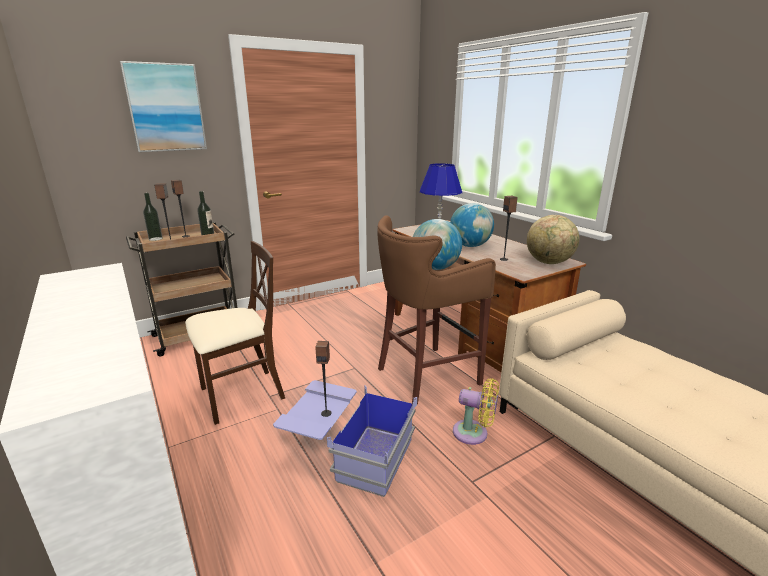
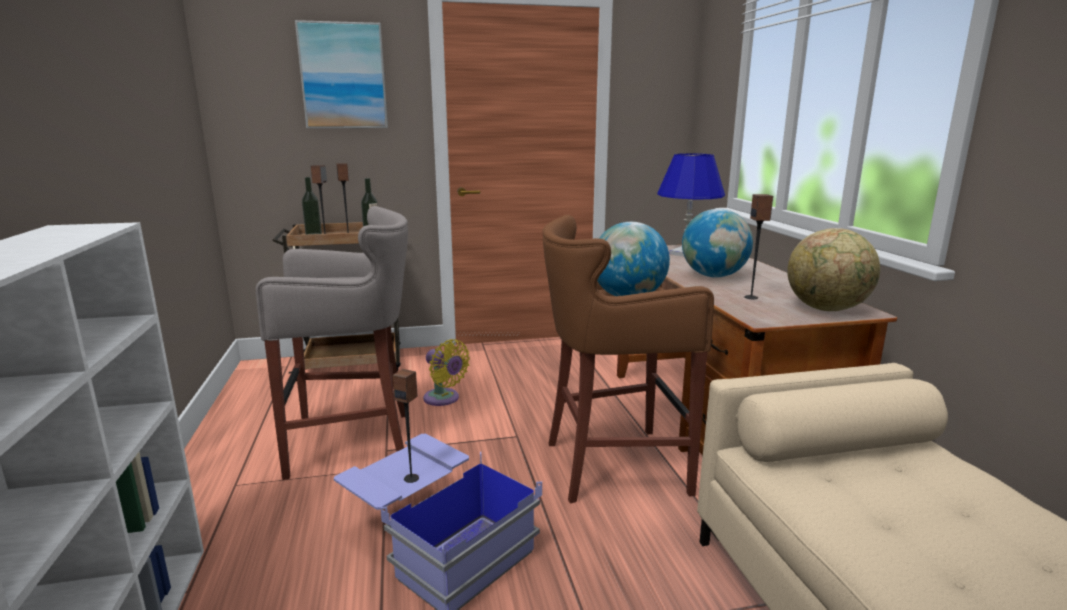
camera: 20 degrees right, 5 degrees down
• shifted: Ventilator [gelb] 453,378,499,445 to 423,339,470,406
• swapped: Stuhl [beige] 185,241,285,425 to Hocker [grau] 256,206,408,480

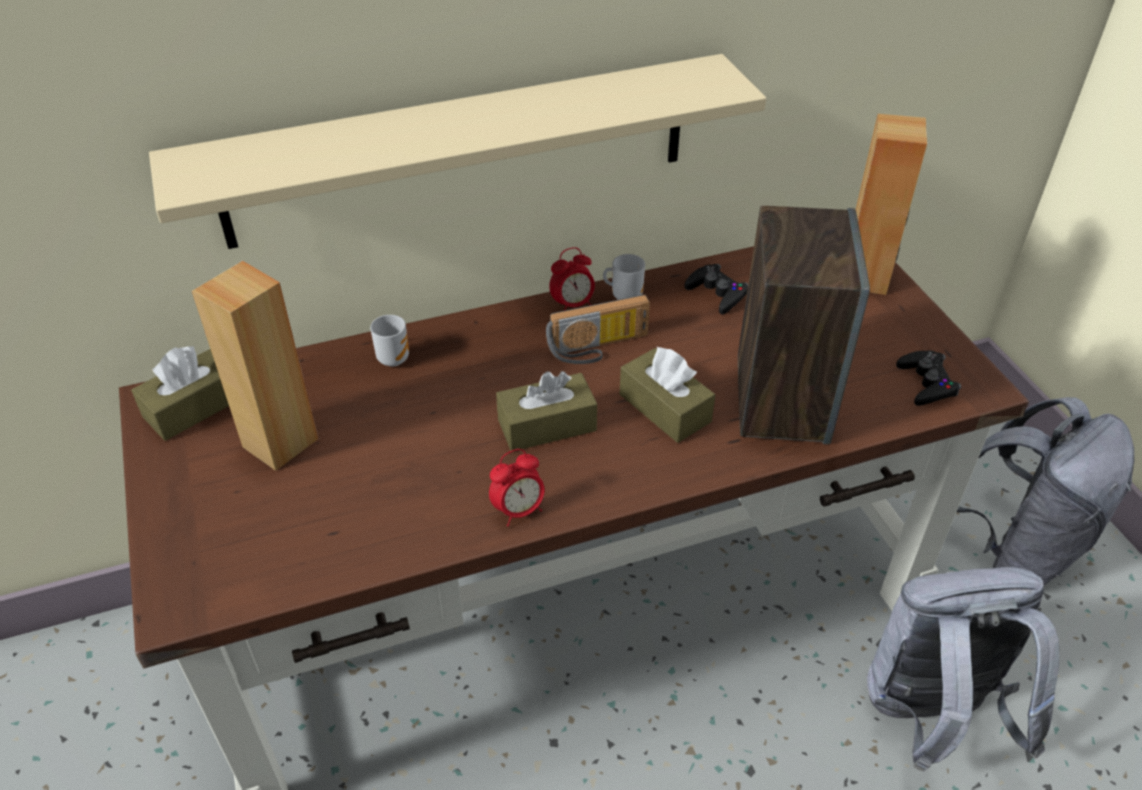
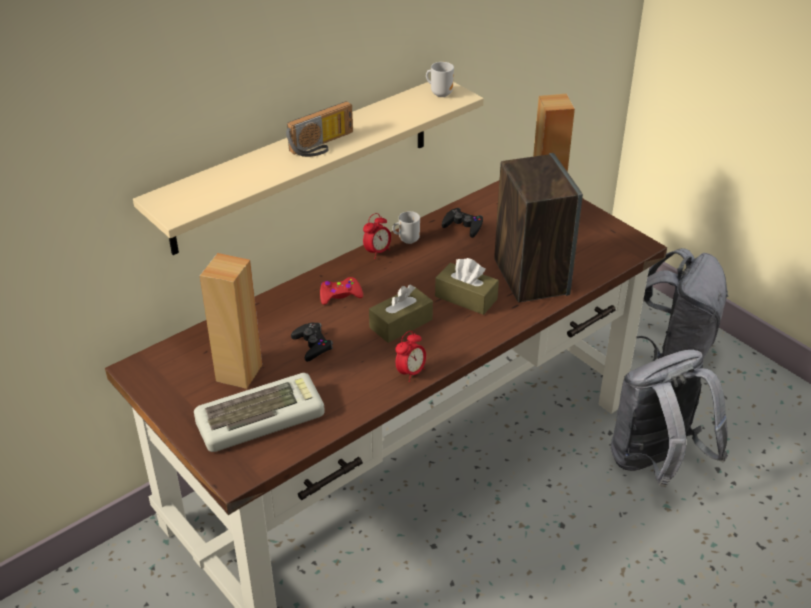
camera: 20 degrees left, 5 degrees down
• gone: Taschentuchbox [braun] 131,346,229,441
• new: Tastatur 194,373,325,452
• new: Gamepad [rot] 320,277,363,305
• shifted: Henkelbecher 370,315,409,367 to 426,62,454,97
• shifted: Radio 546,295,650,364 to 286,101,353,157
• shifted: Gamepad [schwarz] 896,350,961,406 to 291,323,333,362

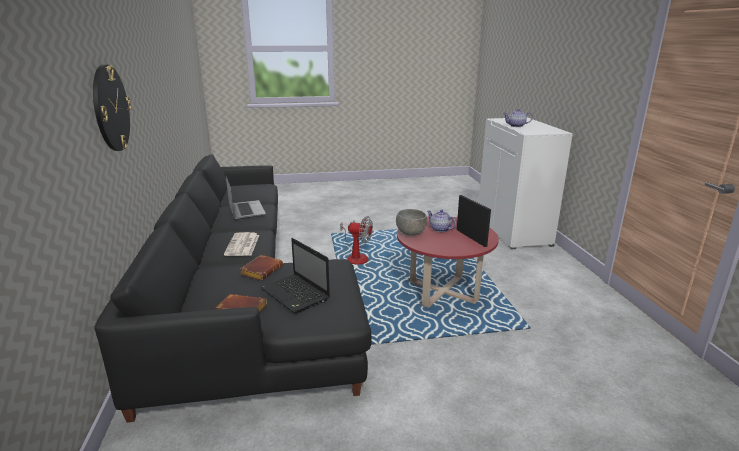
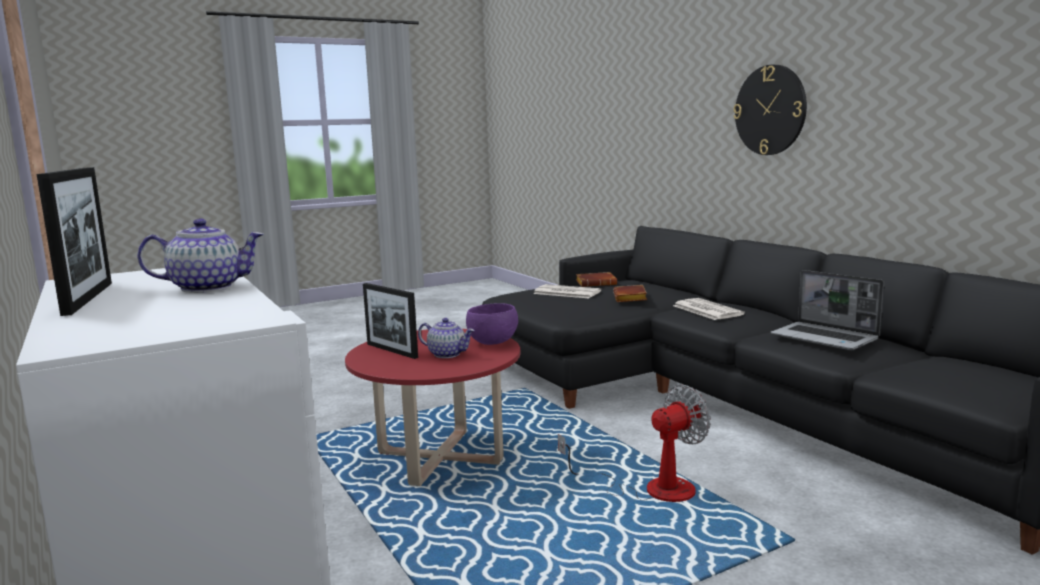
camera: 160 degrees right, 10 degrees down
• new: Bilderrahmen 37,167,112,316
• swapped: Laptop 260,238,330,314 to Zeitung 533,284,601,298
• repainted: Schüssel [grau] 396,209,427,236 to Schüssel [lila] 466,303,518,345
• rotated: Ventilator 340,216,373,264 = 558,385,711,502 150 degrees clockwise

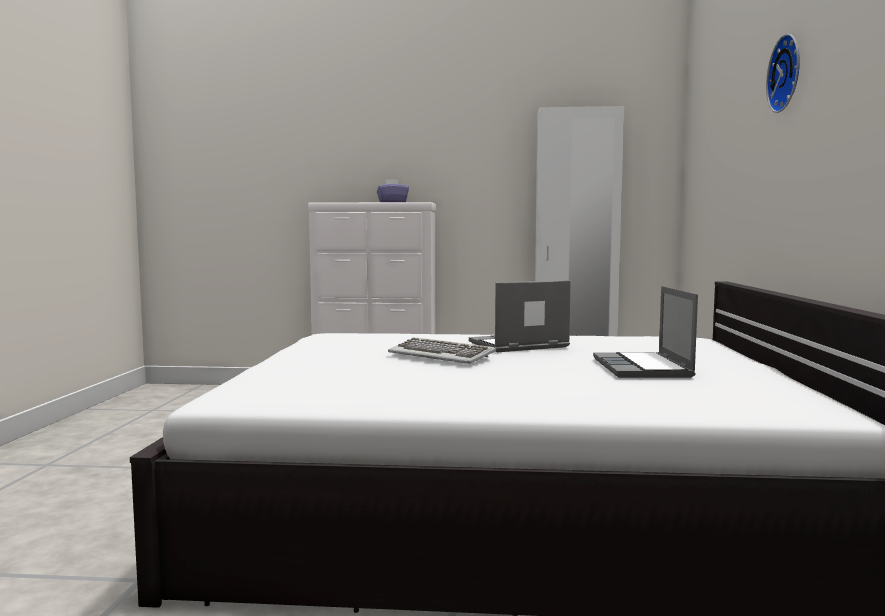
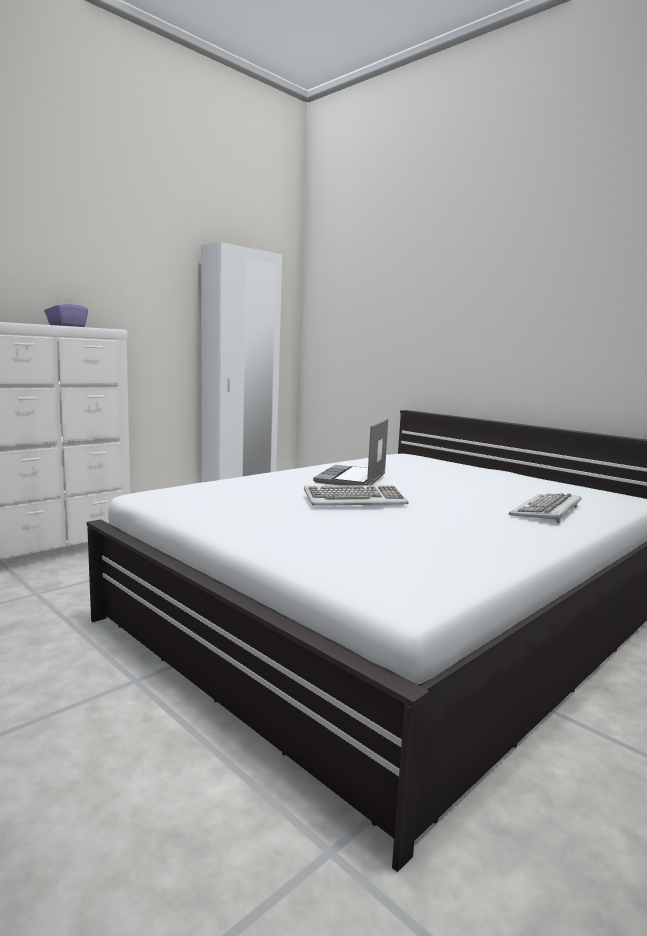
camera: 50 degrees left, 5 degrees up
• gone: Laptop 593,286,698,378
• gone: Wanduhr 766,34,800,113
• new: Tastatur 509,493,582,524

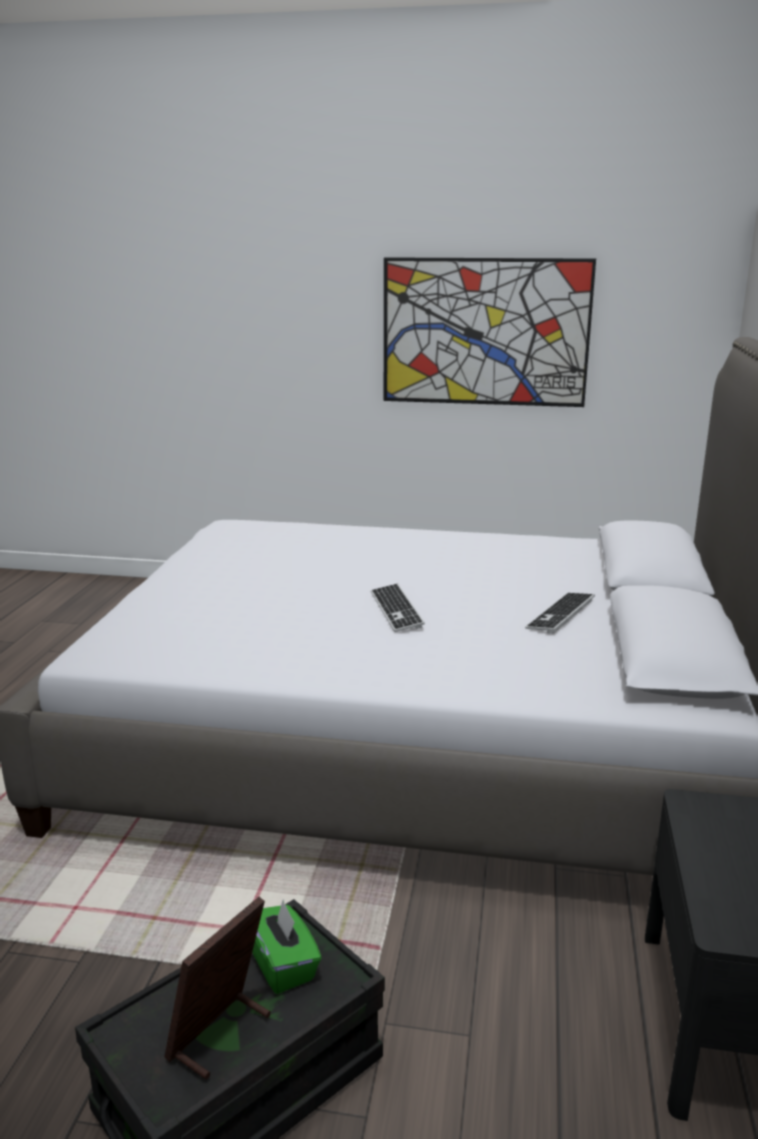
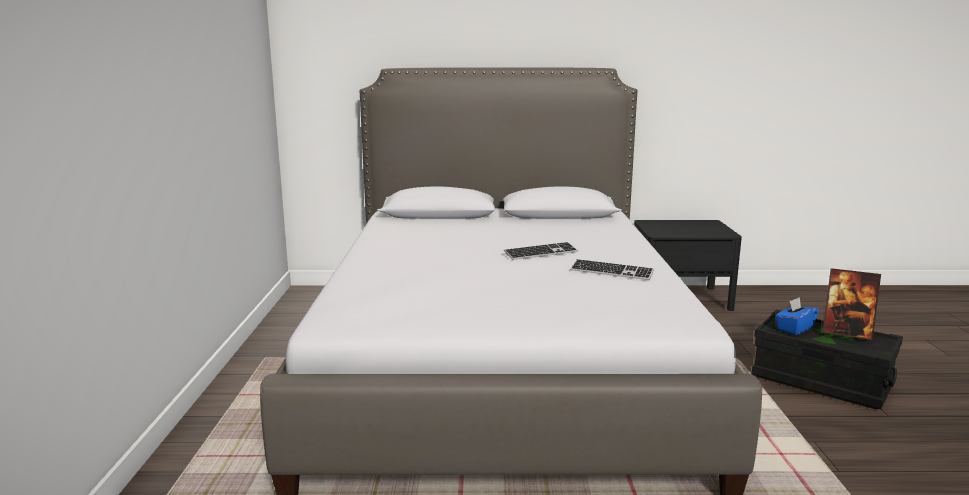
camera: 100 degrees left, 5 degrees down
• gone: Bild 384,257,596,407
• shifted: Tastatur 525,593,595,634 to 570,259,654,280
• repainted: Taschentuchbox [grün] 252,900,322,994 to Taschentuchbox [blau] 775,297,819,335

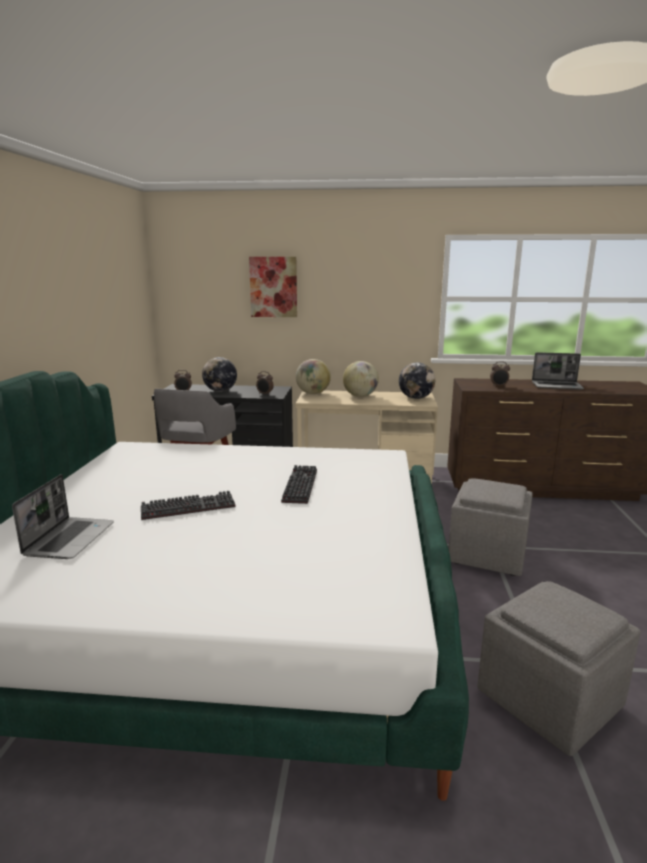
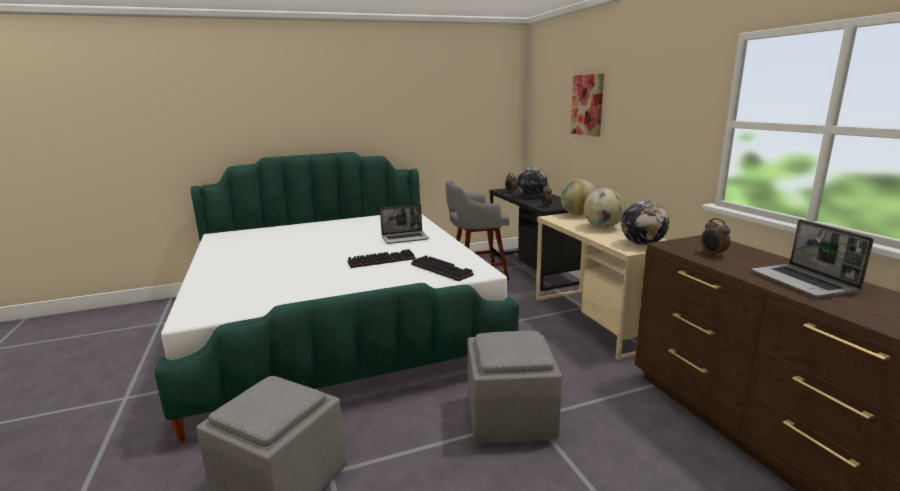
camera: 65 degrees right, 0 degrees up
• shifted: Laptop 12,474,114,559 to 380,204,429,244
• shifted: Tastatur 141,491,236,520 to 411,255,474,281

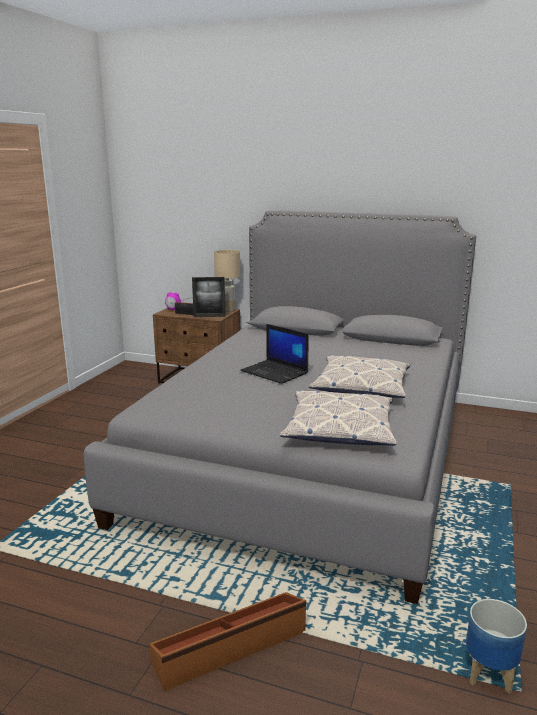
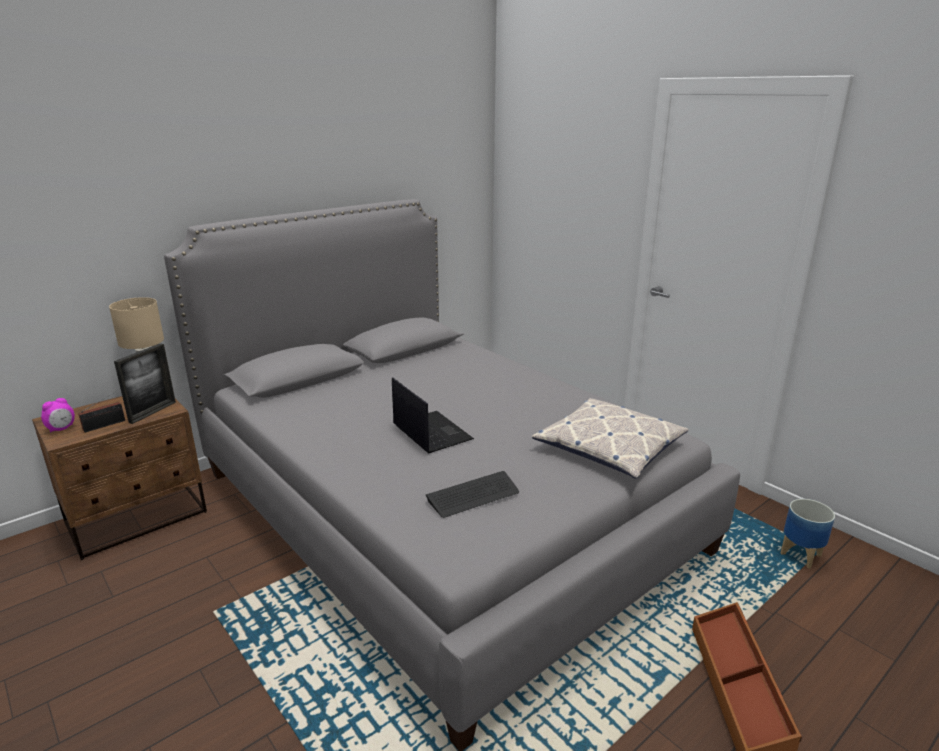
camera: 60 degrees left, 5 degrees up
• gone: Kissen 308,355,410,398
• new: Tastatur 426,471,519,518
• rotated: Laptop 240,324,309,384 = 392,377,474,454 105 degrees counterclockwise

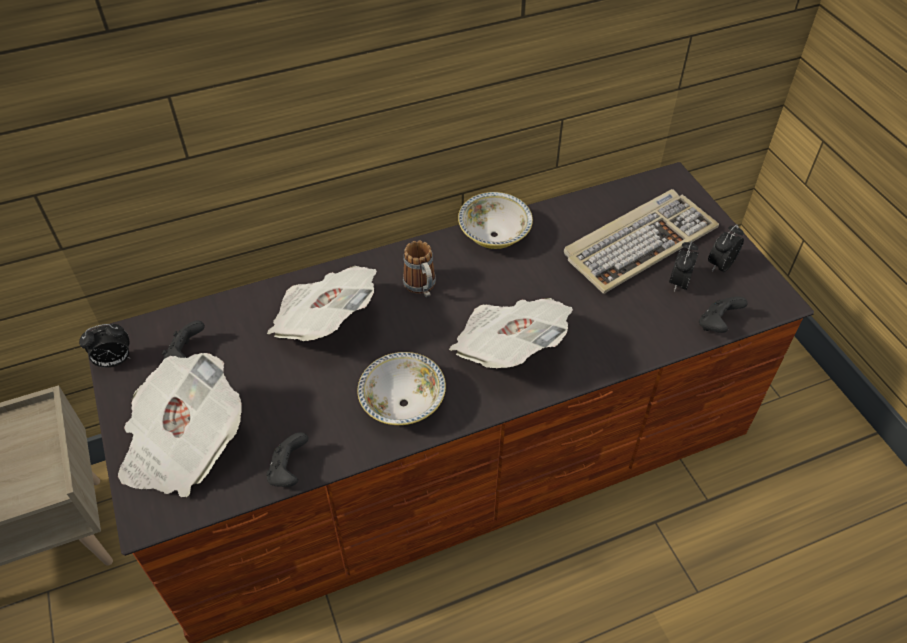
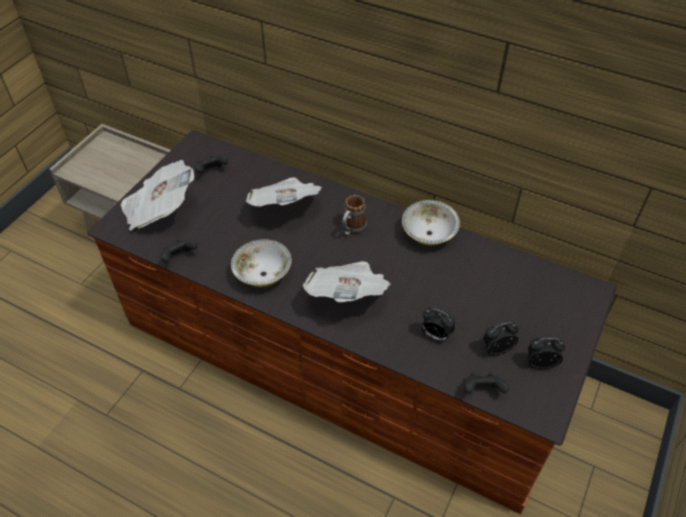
camera: 50 degrees right, 0 degrees up
• gone: Tastatur 564,189,719,294
• shifted: Wecker 79,324,130,368 to 422,308,456,342

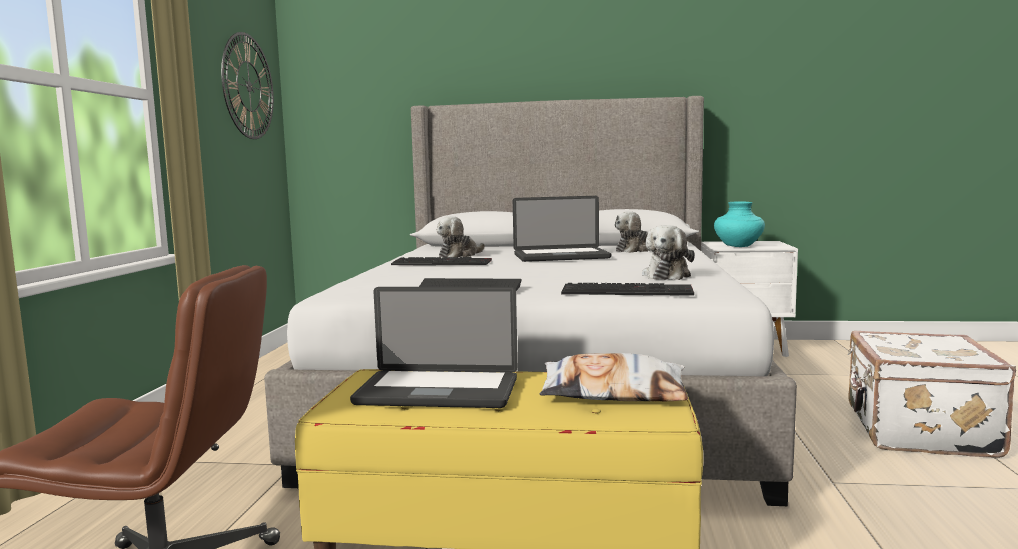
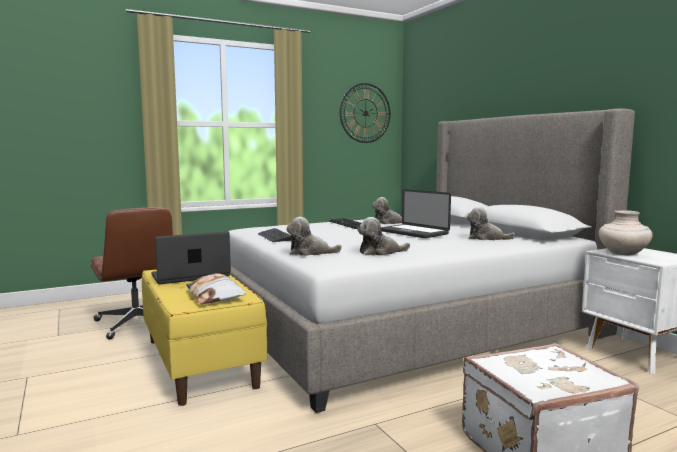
camera: 55 degrees right, 0 degrees up
• swapped: Tastatur 561,283,694,296 to Plüschtier 287,217,342,256
• repainted: Vase [türkis] 714,202,765,247 to Vase [beige] 599,210,653,255
• rotated: Laptop 350,287,518,408 = 151,231,231,284 90 degrees clockwise

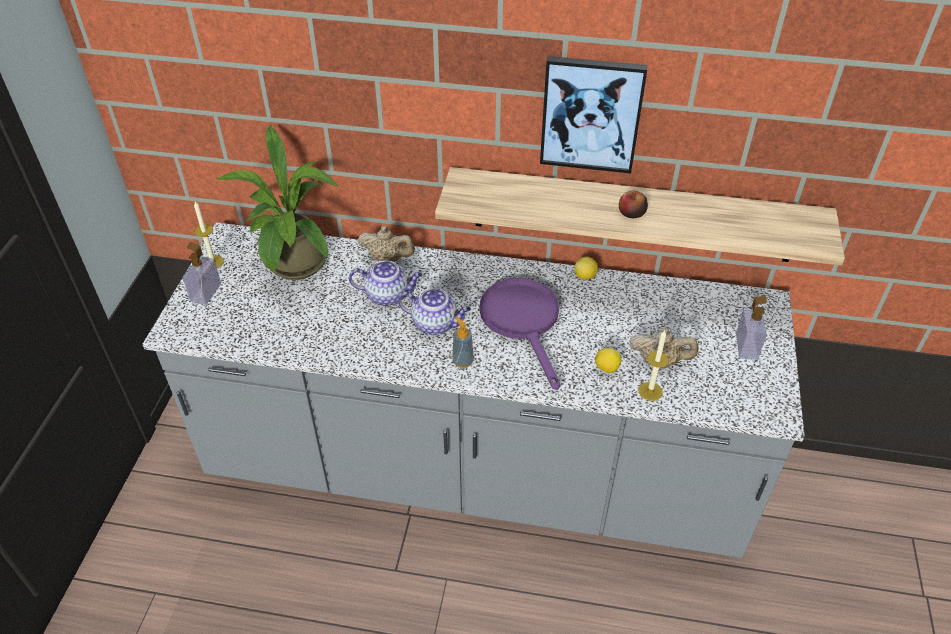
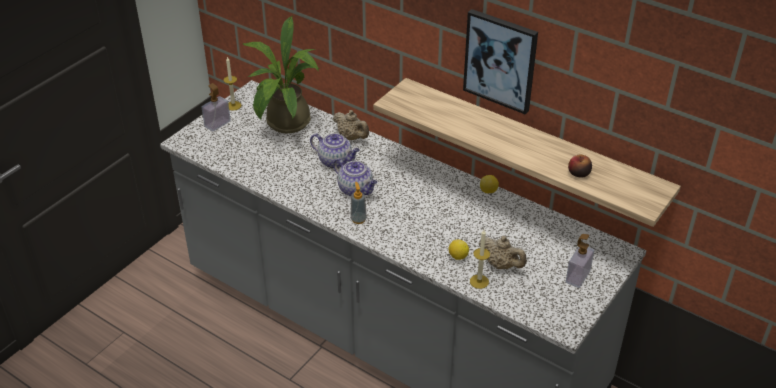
camera: 25 degrees right, 5 degrees down
• gone: Pfanne [lila] 479,278,561,390
• shifted: Apfel 619,191,648,218 to 568,155,592,178

